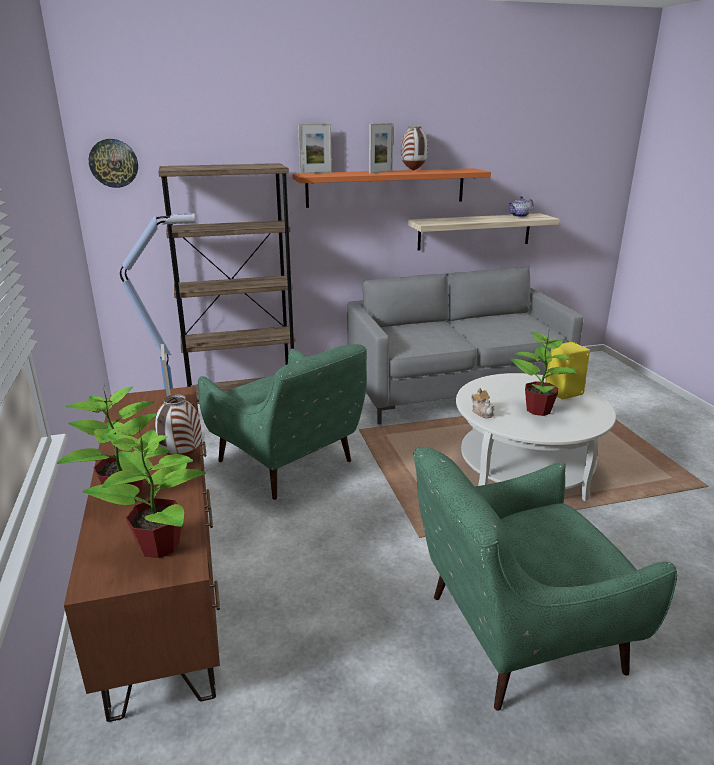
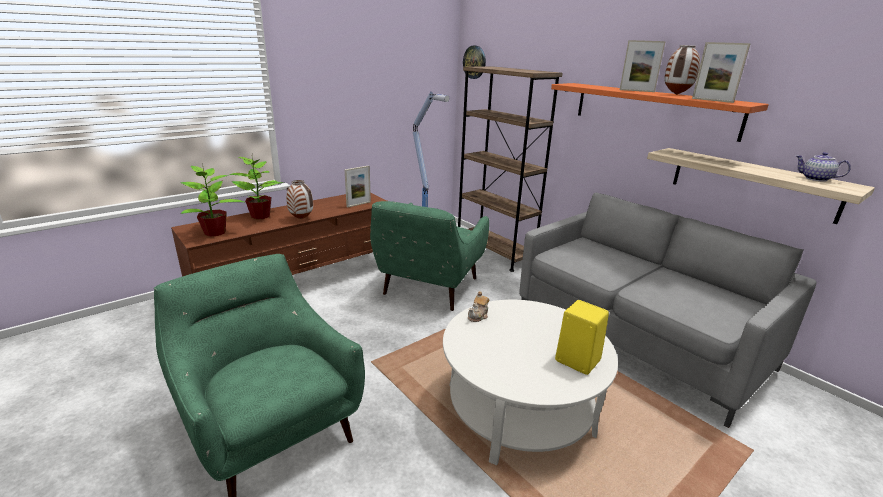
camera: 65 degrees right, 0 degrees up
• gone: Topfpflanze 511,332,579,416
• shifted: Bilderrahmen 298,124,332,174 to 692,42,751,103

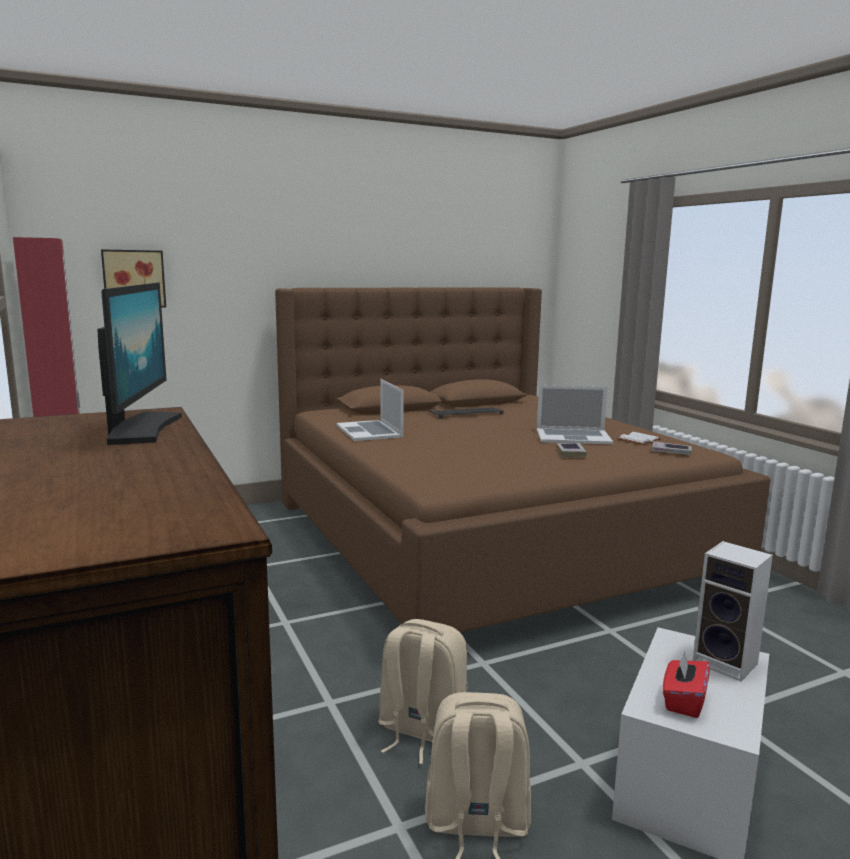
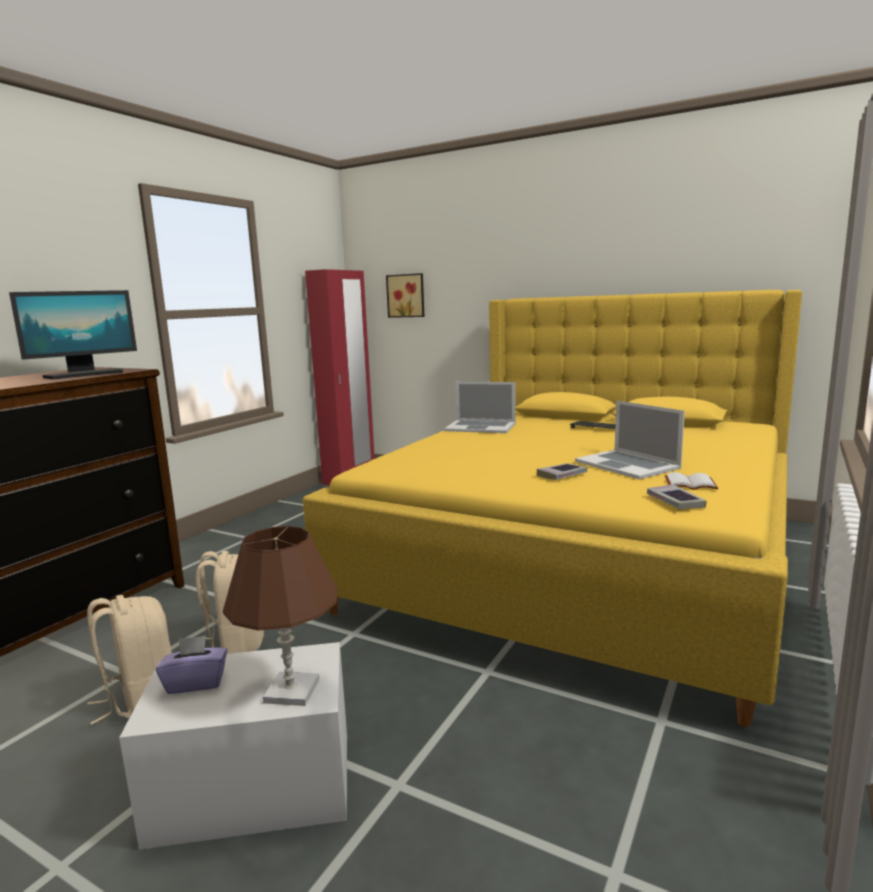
camera: 55 degrees right, 0 degrees up
• swapped: Lautsprecher 693,541,773,682 to Tischlampe [braun] 223,526,337,706
• repainted: Bett [braun] 275,287,770,632 to Bett [gelb] 303,290,802,727
• repainted: Taschentuchbox [rot] 663,651,710,718 to Taschentuchbox [lila] 156,636,227,694
• rotated: Laptop 336,379,404,441 = 444,382,516,433 105 degrees counterclockwise

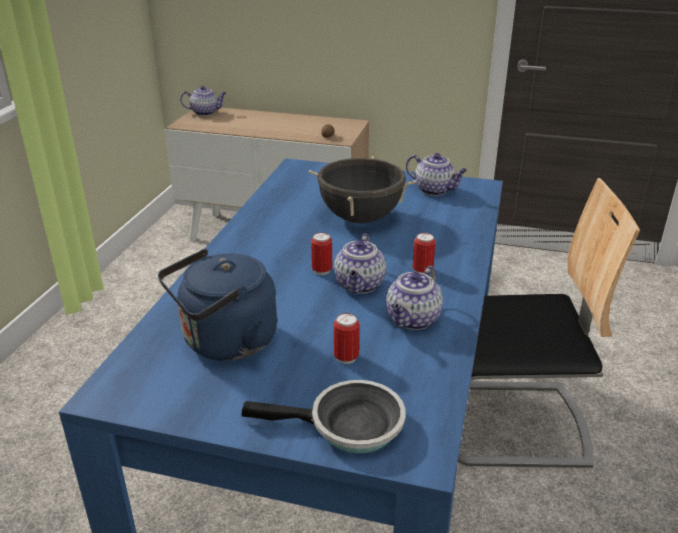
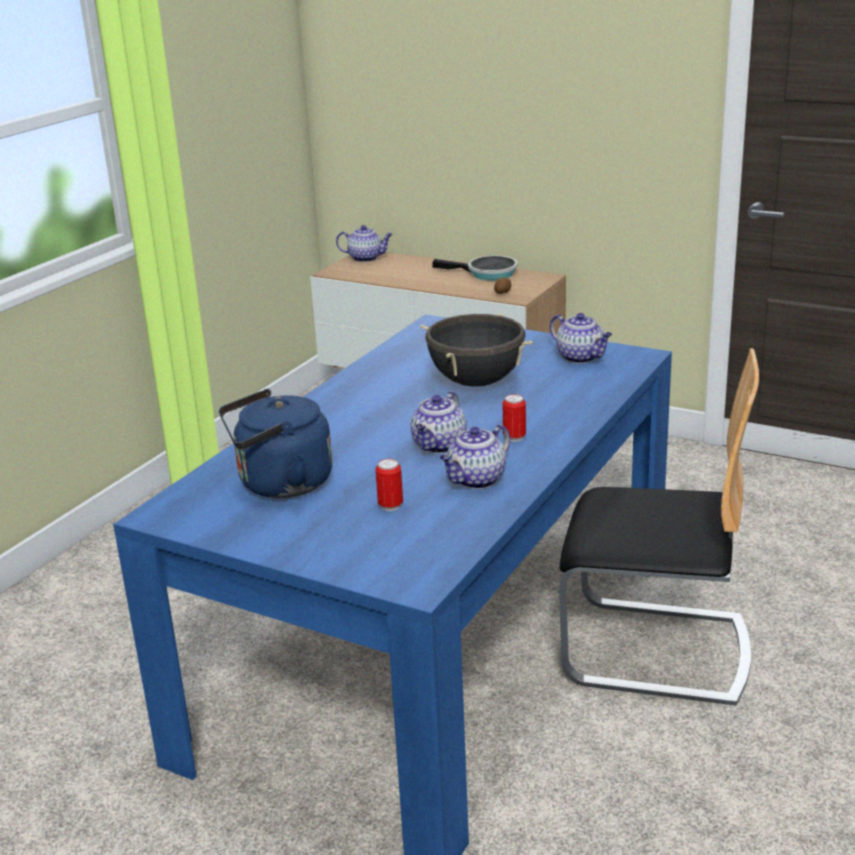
camera: 15 degrees right, 5 degrees down
• gone: Dose 311,233,332,275
• shifted: Pfanne 241,380,406,453 to 432,256,518,281

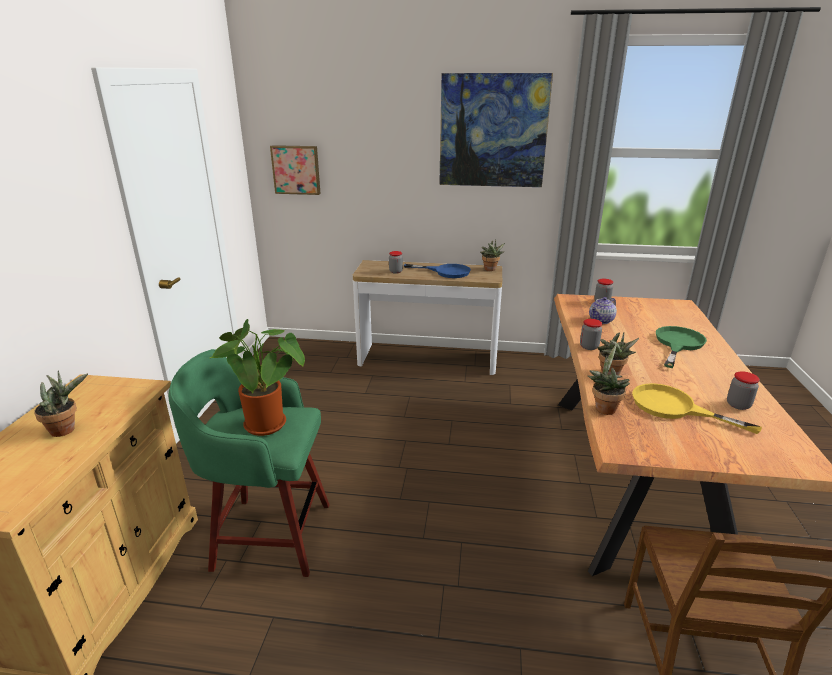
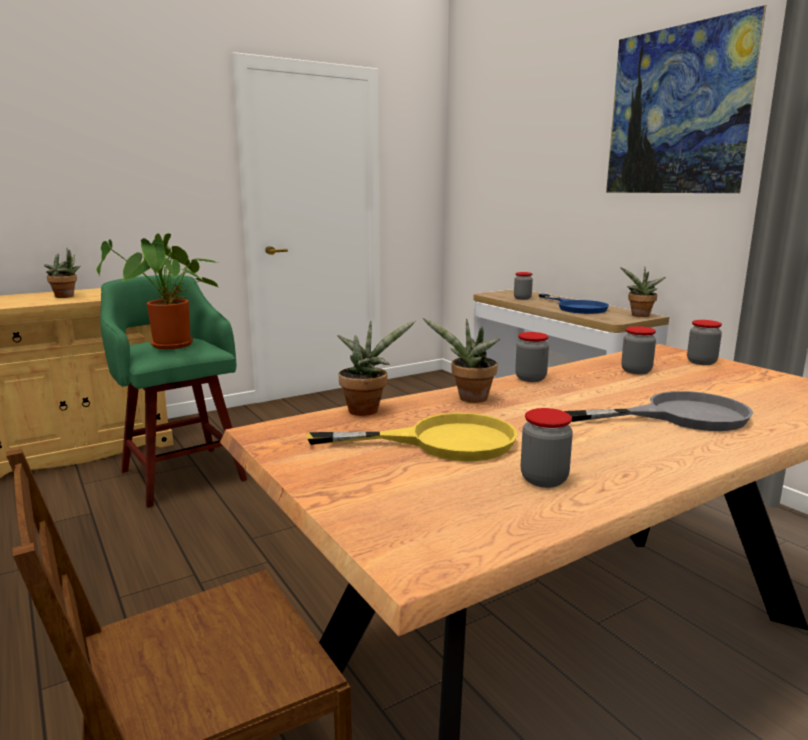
camera: 50 degrees right, 10 degrees down
• gone: Bild 270,145,321,195
• swapped: Teekanne 589,297,617,324 to Vorratsglas 621,326,656,374
• repainted: Pfanne [grün] 656,326,707,368 to Pfanne [grau] 564,391,753,431
• rotated: Pfanne [gelb] 632,383,762,434 = 307,413,518,461 90 degrees clockwise

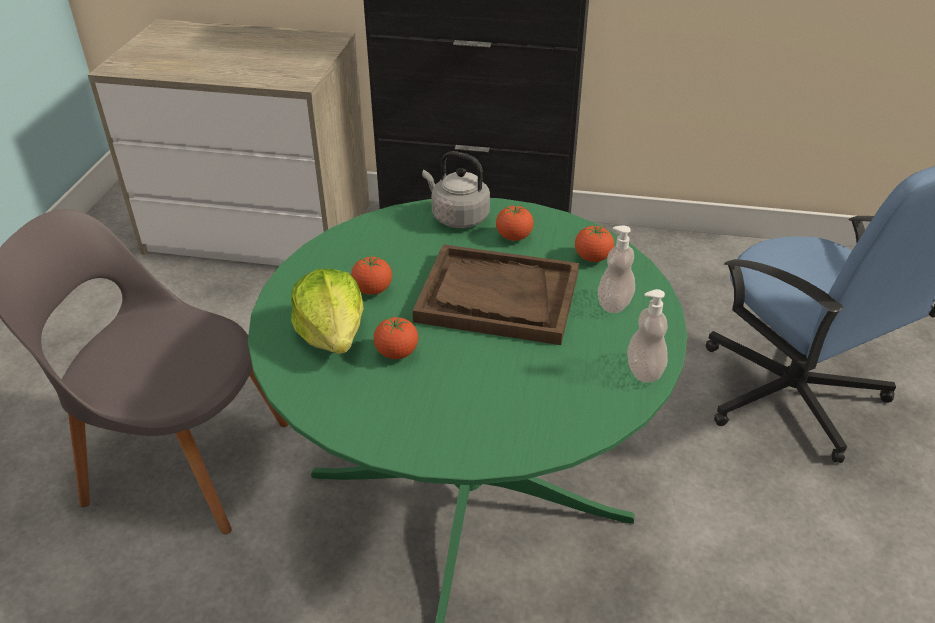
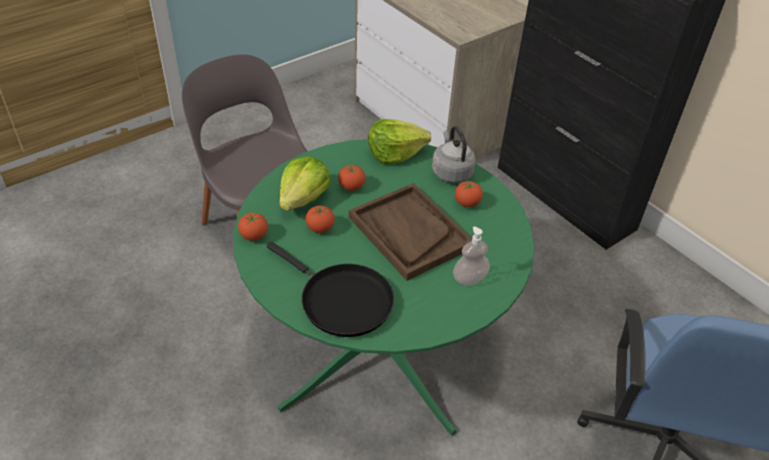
camera: 40 degrees right, 5 degrees up
• gone: Seifenspender 627,289,668,383
• new: Pfanne [schwarz] 267,242,394,337
• new: Salatkopf 368,119,431,164
• shifted: Tomate 575,225,614,262 to 238,213,268,241

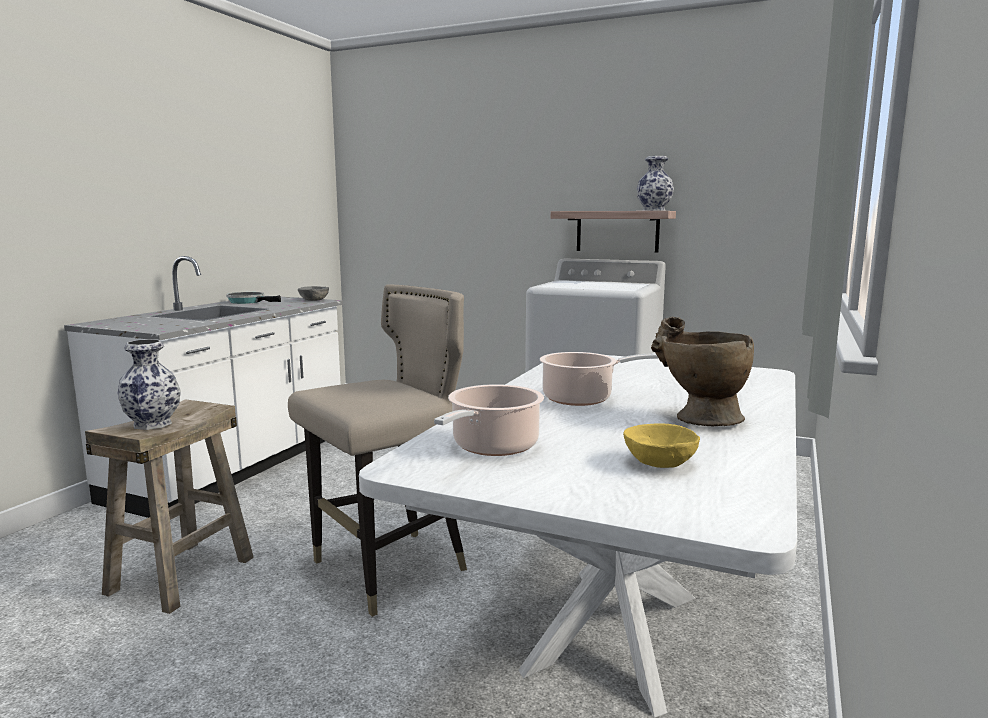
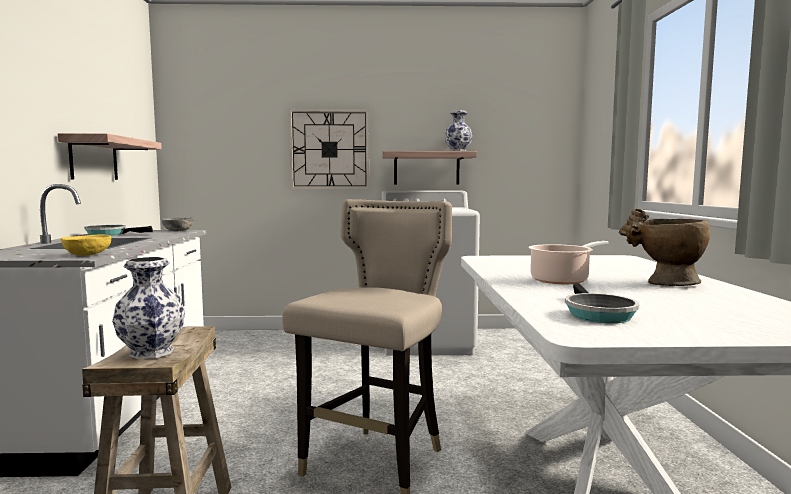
camera: 25 degrees left, 5 degrees down
• new: Wandregal 58,133,162,180
• new: Wanduhr 289,109,369,189
• shifted: Schüssel [gelb] 623,423,700,468 to 60,235,111,256
• swapped: Kochtopf 434,384,544,456 to Pfanne 565,283,639,323

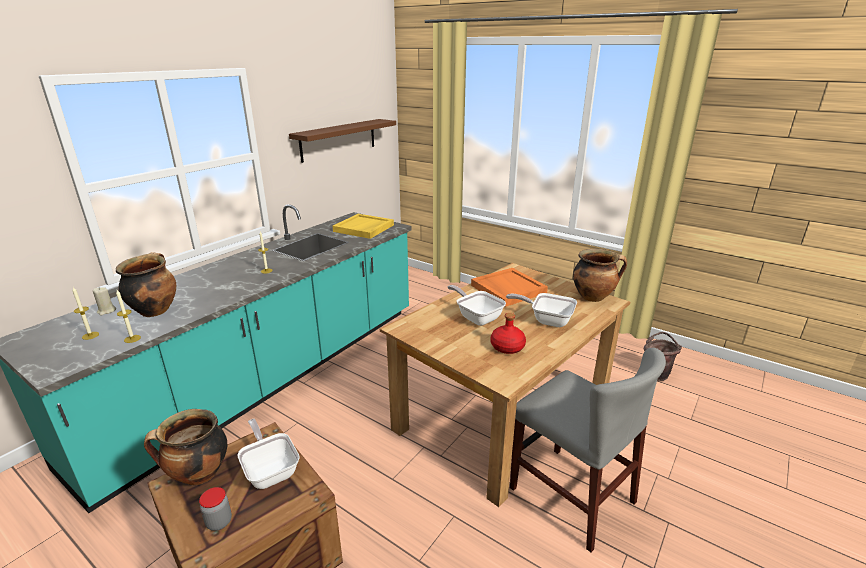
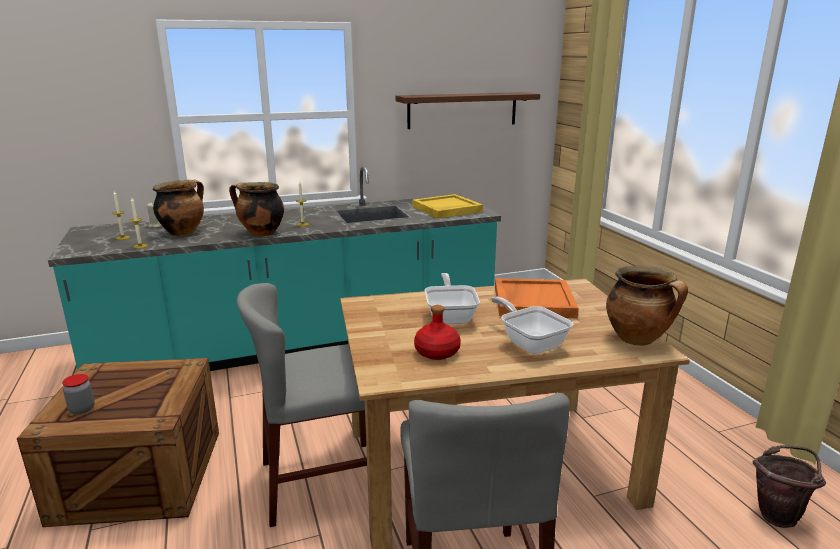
camera: 35 degrees right, 5 degrees down
• gone: Pfanne 237,419,300,489
• new: Stuhl [grau] 237,283,367,527
• shifted: Kochtopf 144,409,227,485 to 229,182,284,236

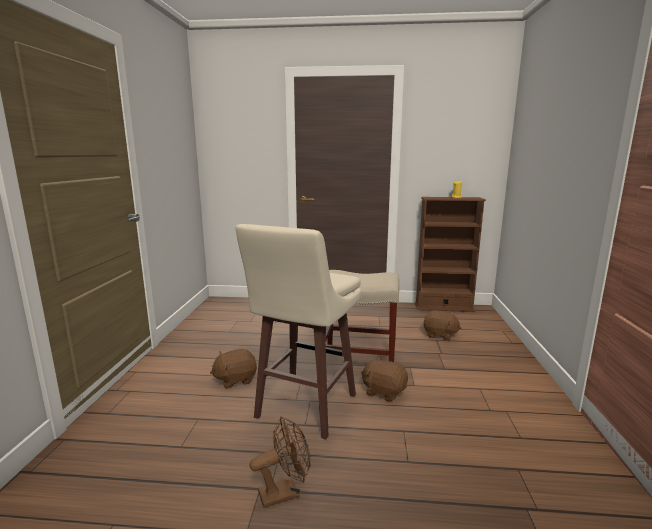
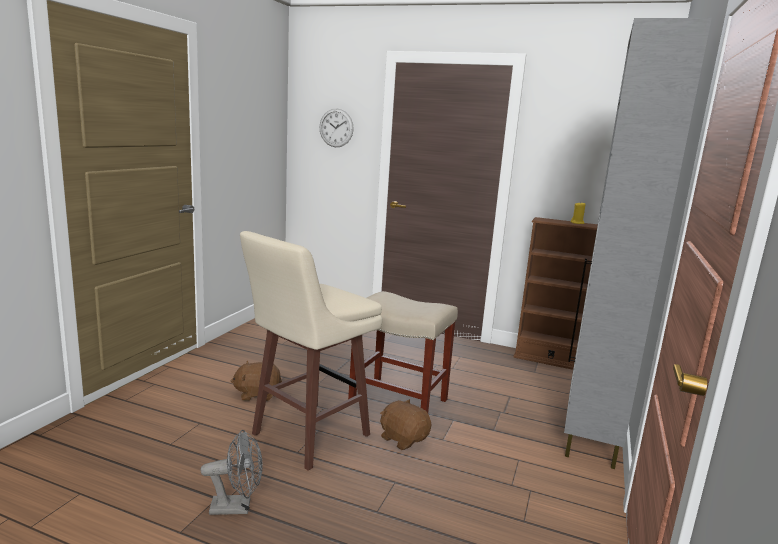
camera: 15 degrees right, 0 degrees up
• gone: Plüschtier [braun] 423,310,461,340
• new: Wanduhr 320,109,354,147
• new: Schrank [grau] 564,18,712,469
• repainted: Ventilator [braun] 250,416,310,508 to Ventilator [grau] 200,430,263,515

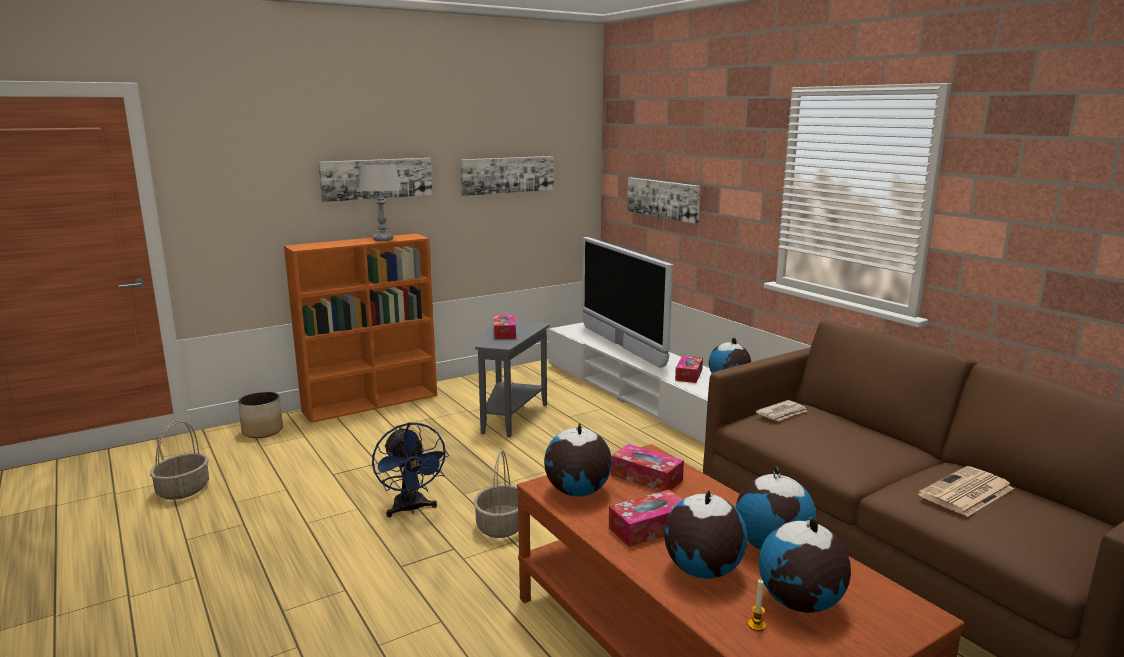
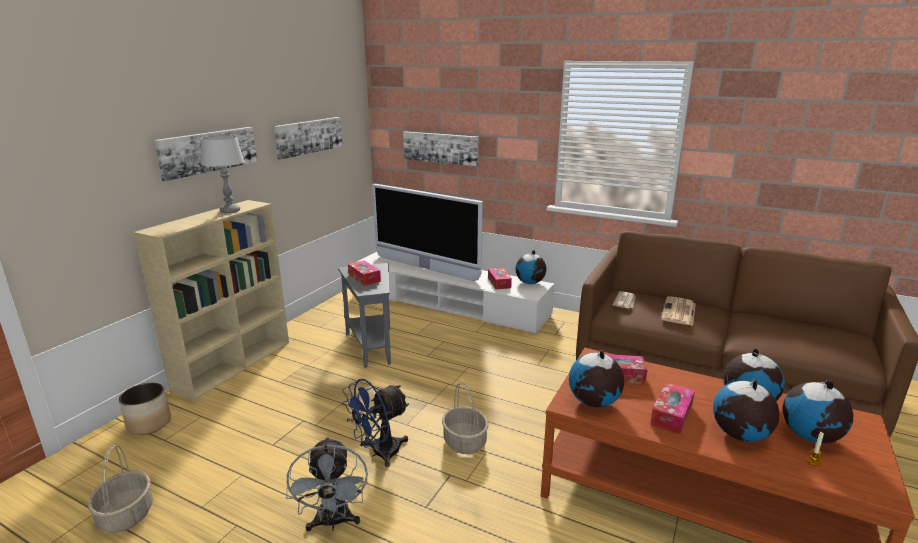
camera: 30 degrees left, 5 degrees up
• new: Ventilator [grau] 286,436,368,531
• shifted: Zeitung 918,466,1014,517 to 661,296,696,326
• repainted: Bücherregal [orange] 284,234,437,423 to Bücherregal [beige] 134,200,289,401
• rotated: Ventilator [blau] 372,422,449,517 = 342,379,409,467 105 degrees clockwise

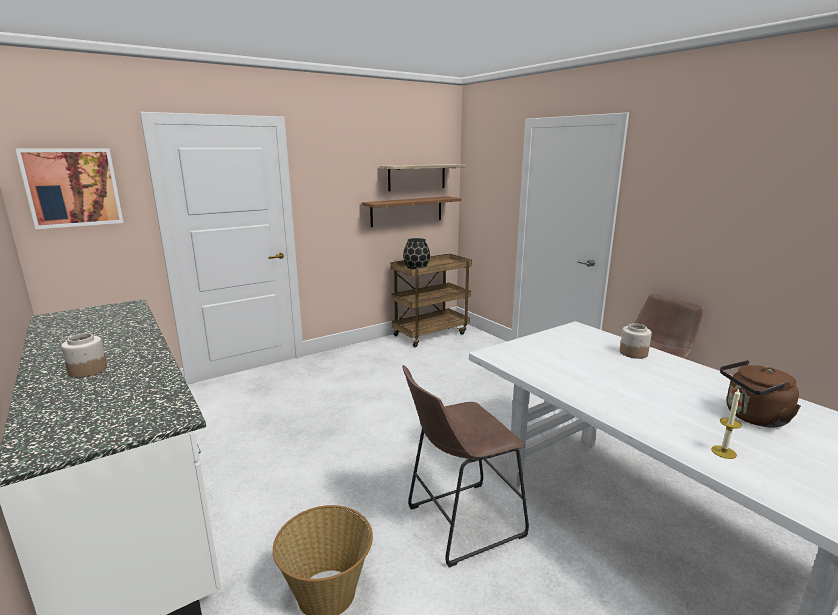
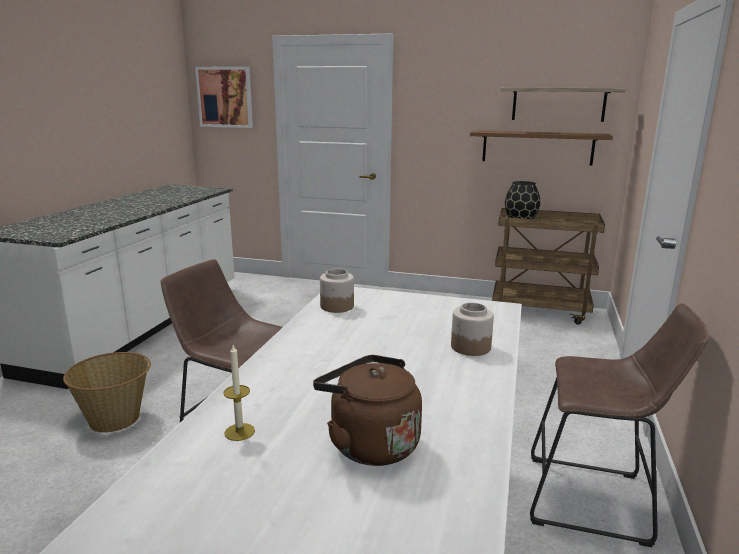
camera: 50 degrees right, 0 degrees up
• shifted: Vorratsglas 61,333,107,378 to 320,269,354,313

